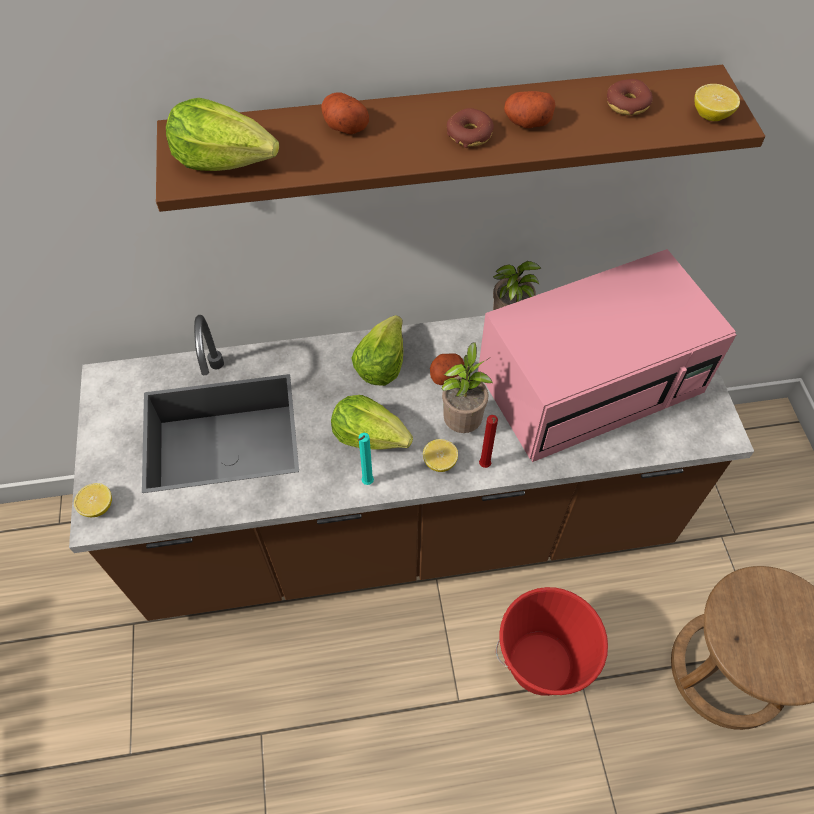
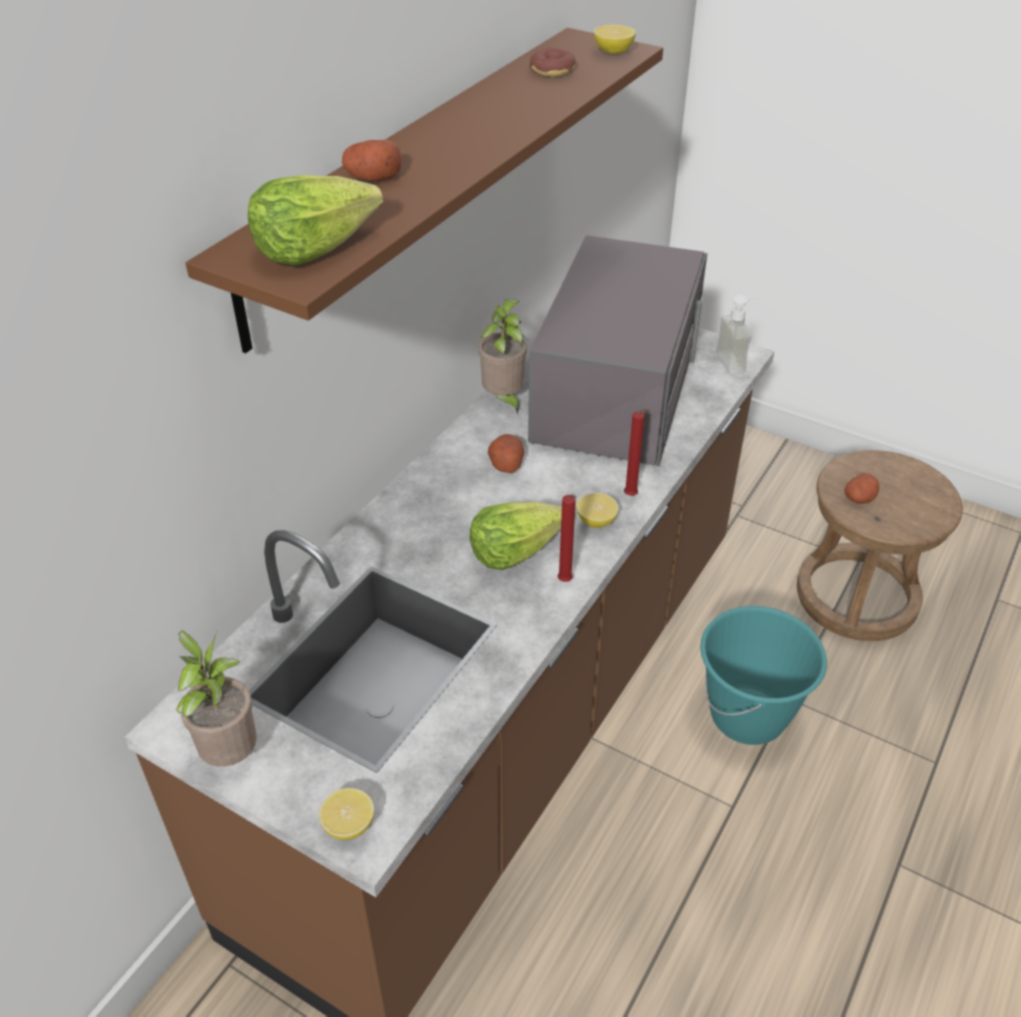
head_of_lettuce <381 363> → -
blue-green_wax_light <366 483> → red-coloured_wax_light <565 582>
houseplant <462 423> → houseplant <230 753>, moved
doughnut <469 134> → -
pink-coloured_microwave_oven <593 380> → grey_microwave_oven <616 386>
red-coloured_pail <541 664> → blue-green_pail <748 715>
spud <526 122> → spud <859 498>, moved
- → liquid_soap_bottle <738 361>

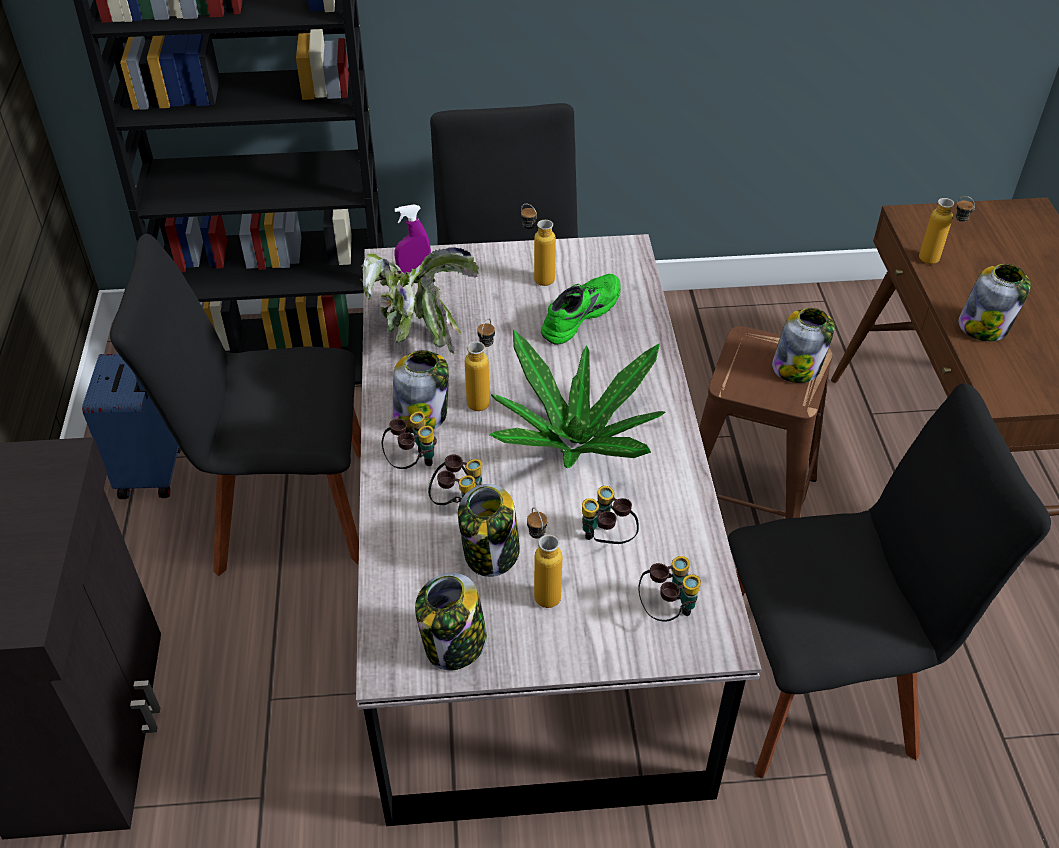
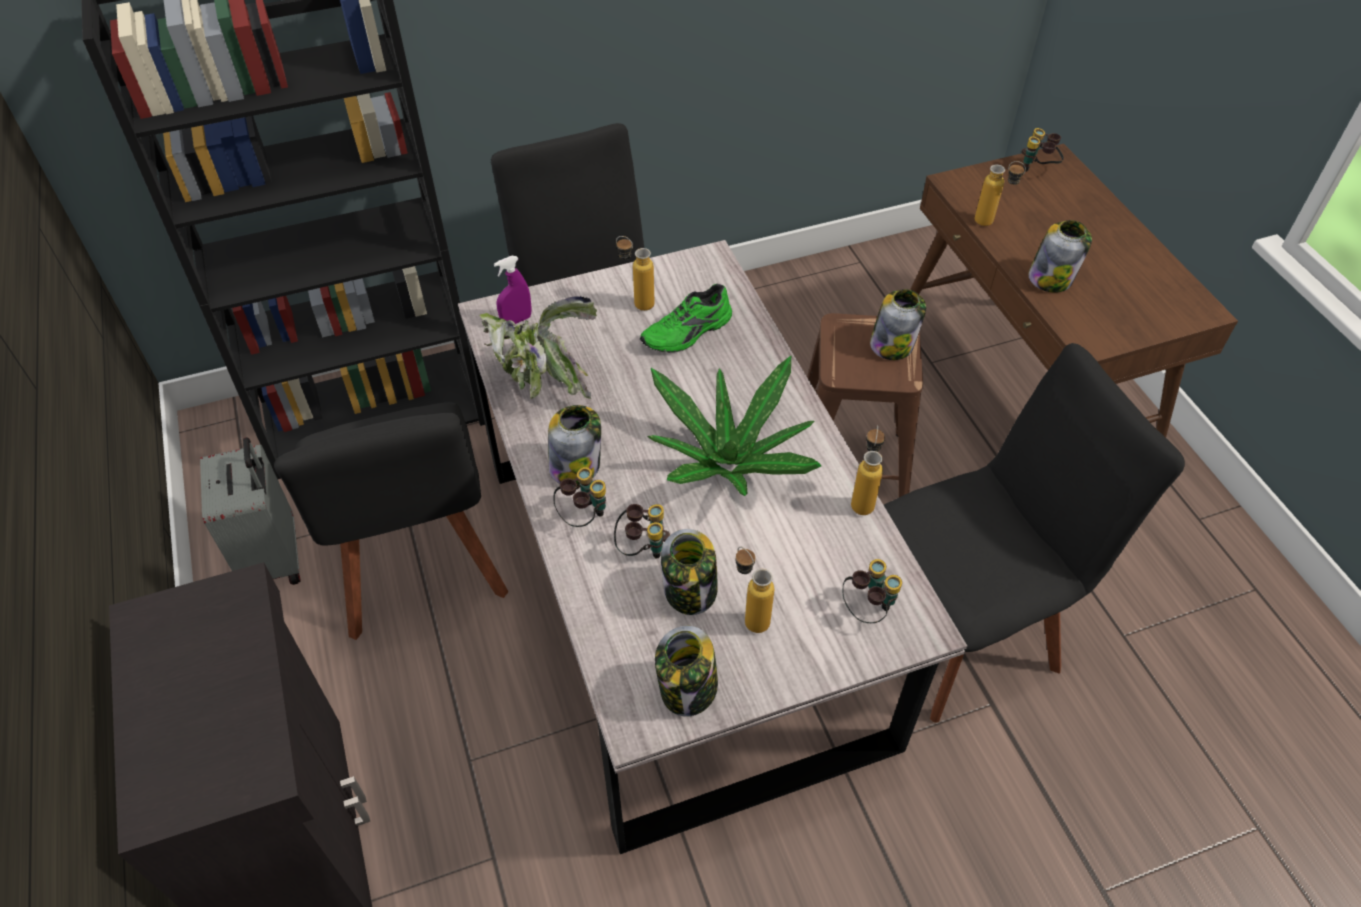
bluish_suitcase <154 471> → grey_suitcase <275 558>
blackish_plain_chair <283 509> → blackish_plain_chair <419 569>, 90 degrees counterclockwise
beverage_bottle <483 398> → beverage_bottle <863 499>, moved
green-coloured_low_shoe <578 314> → green-coloured_low_shoe <688 333>, 150 degrees counterclockwise
pair_of_binoculars <606 540> → pair_of_binoculars <1037 169>, moved

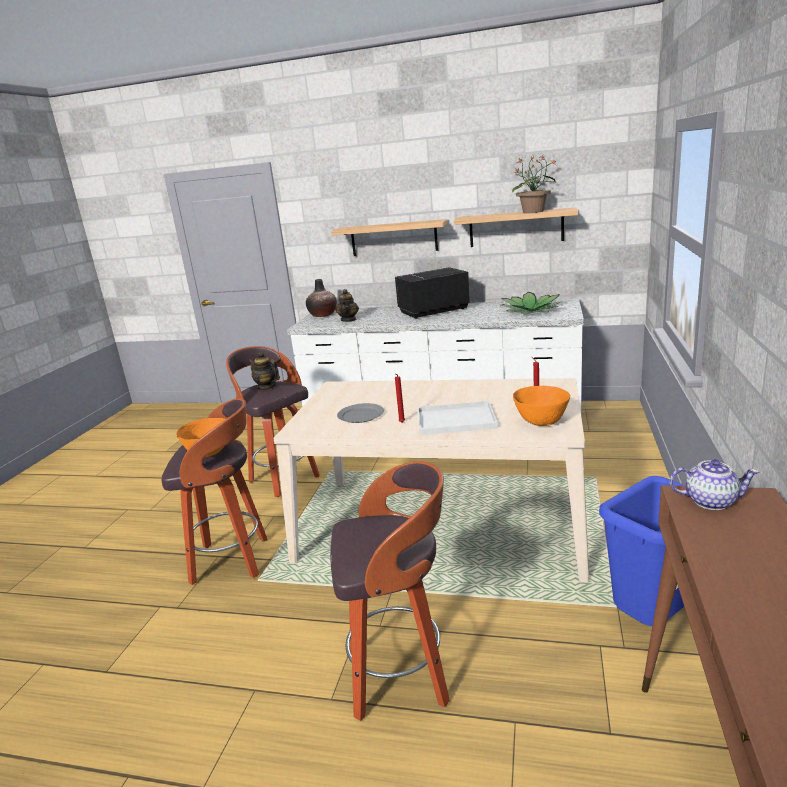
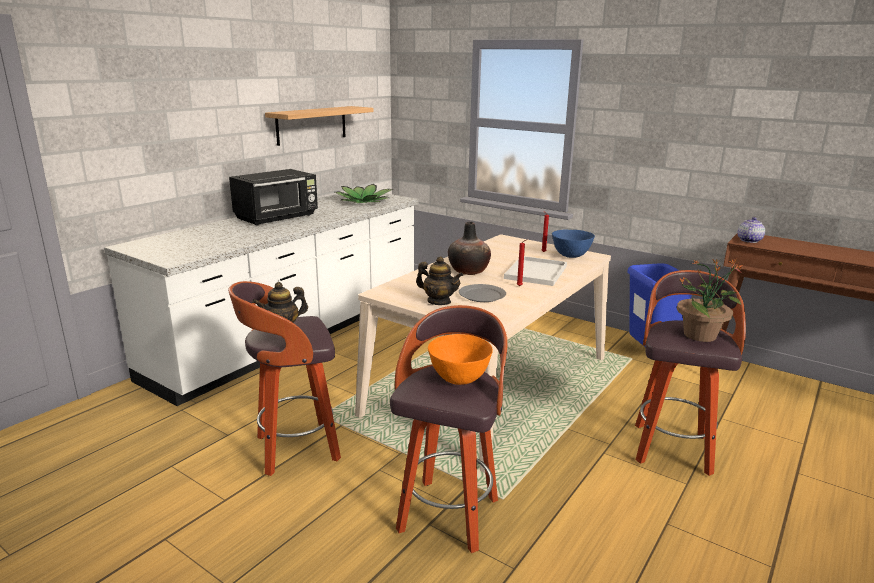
vase <323 315> → vase <468 271>, moved
wall_shelf <393 238> → -
pot_for_tea <348 320> → pot_for_tea <439 301>, moved
blackish_microwave_oven <432 311> → blackish_microwave_oven <277 217>, 135 degrees counterclockwise
houseplant <534 211> → houseplant <701 335>, moved
orange-coloured_serving_bowl <542 422> → bluish_serving_bowl <570 256>

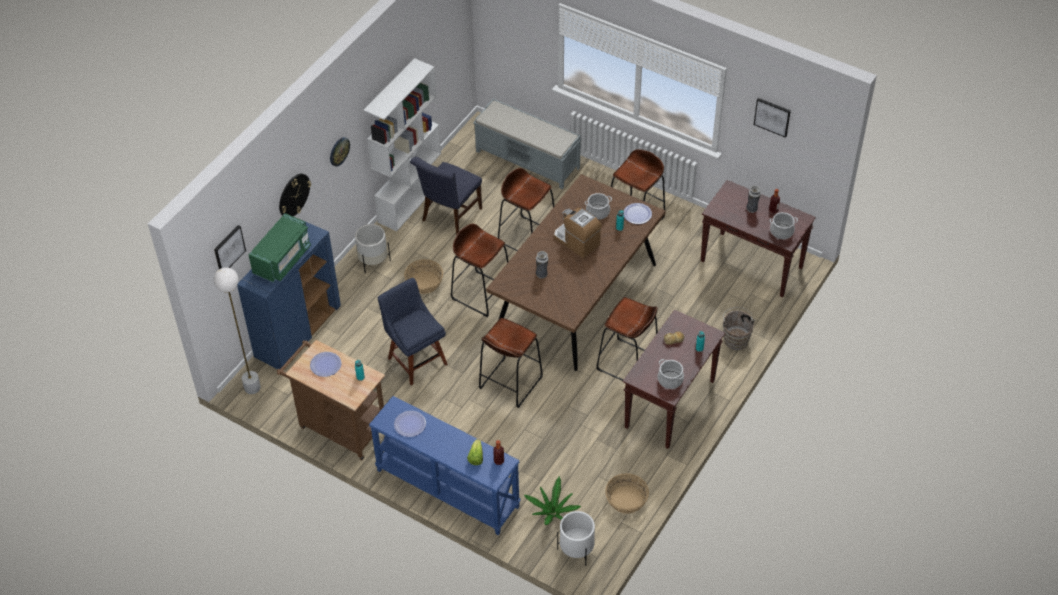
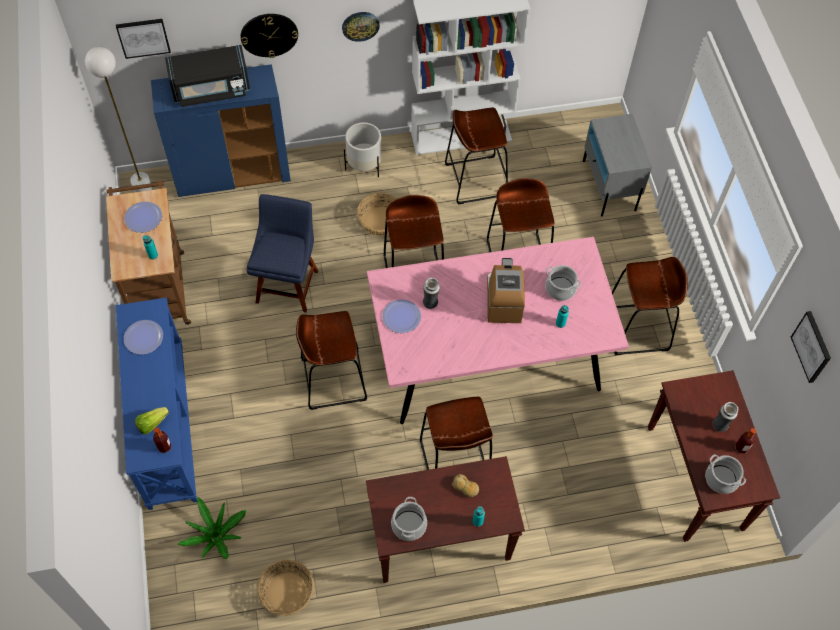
green-coloured_microwave_oven <282 259> → blackish_microwave_oven <211 89>
bluish_plain_chair <449 216> → brown_stool_seat <475 179>
grey_indoor_bench <528 160> → grey_bedside_table <609 185>
brown_kitchen_table <576 298> → pink-coloured_kitchen_table <487 355>
white-coloured_plant_pot <577 550> → -
plate <637 214> → plate <401 317>, moved
brown_pail <736 338> → -

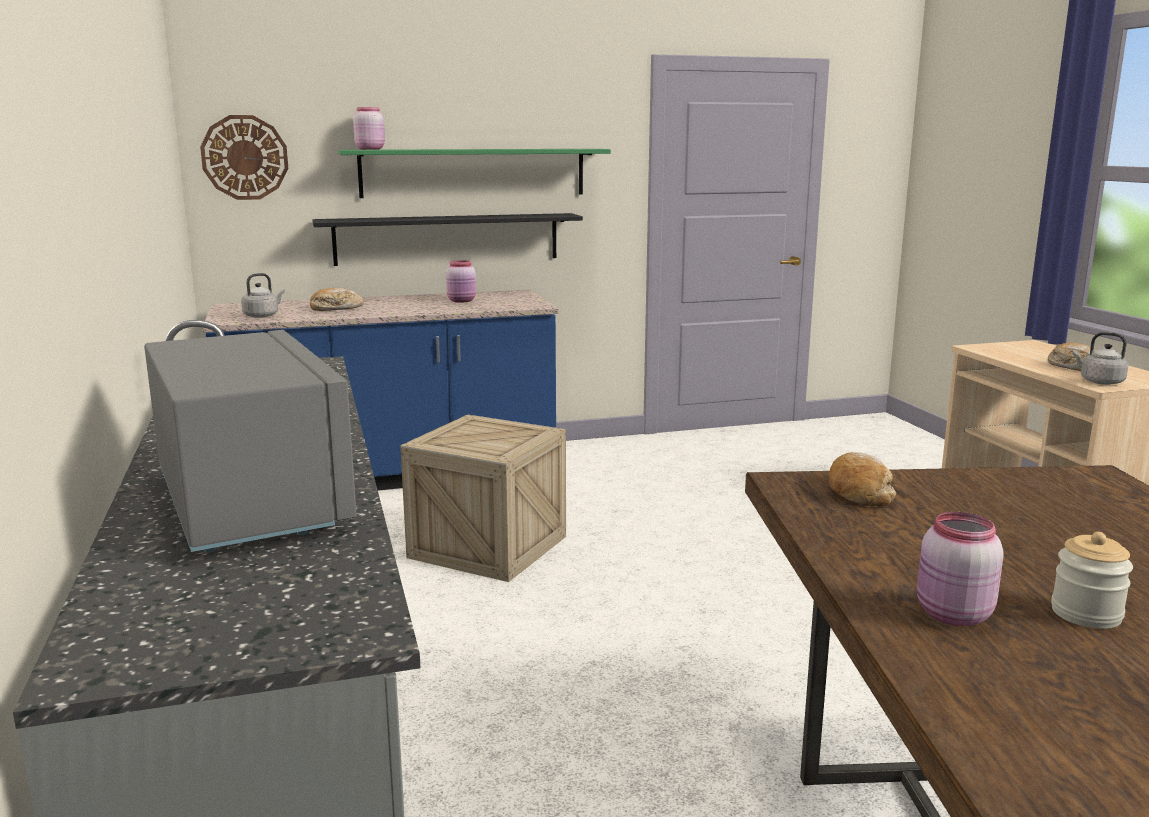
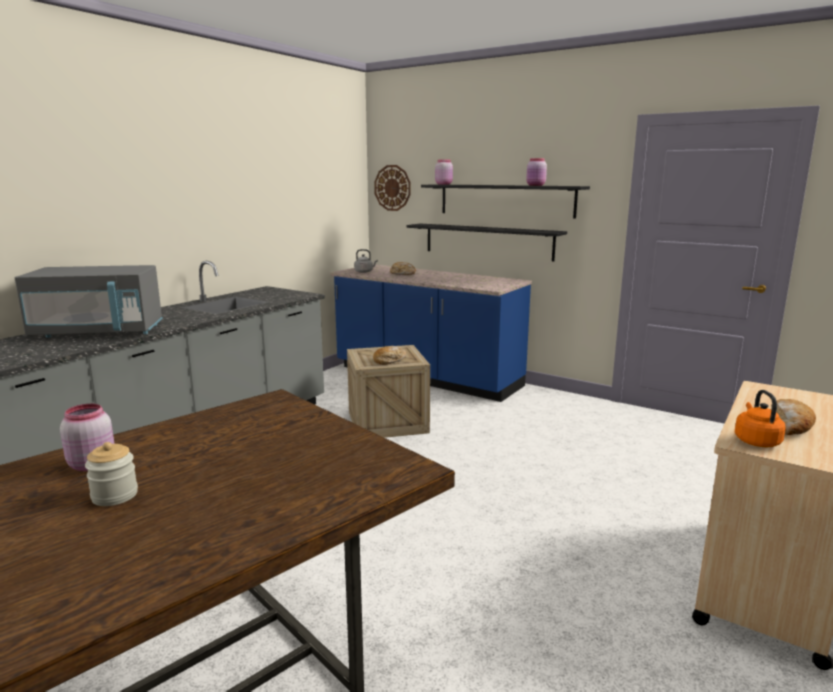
grey_microwave_oven <252 502> → grey_microwave_oven <99 332>, 60 degrees clockwise
green-coloured_wall_shelf <473 172> → blackish_wall_shelf <505 200>
pink-coloured_preserve_jar <462 301> → pink-coloured_preserve_jar <536 185>, moved
baked_bread <858 492> → baked_bread <389 360>, moved
grey_kettle <1099 381> → orange-coloured_kettle <756 441>

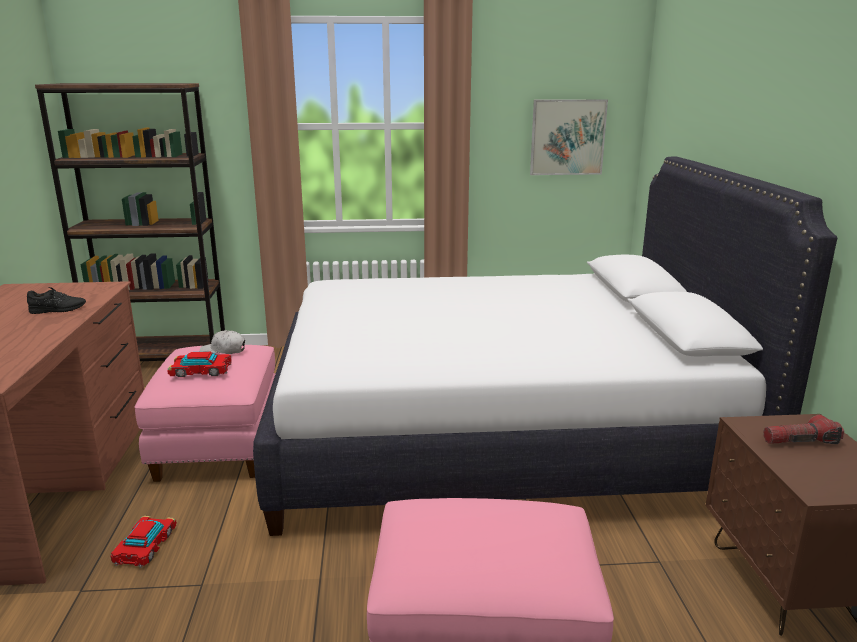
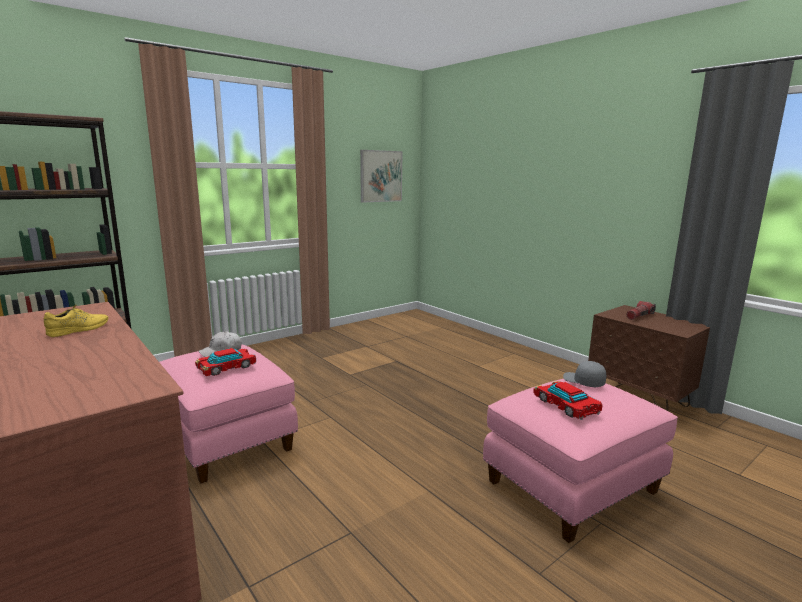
blackish_low_shoe <58 309> → yellowish_low_shoe <79 329>
model_car <145 546> → model_car <565 405>, moved
white-coloured_bed <496 435> → -
- → grey_baseball_cap <583 382>

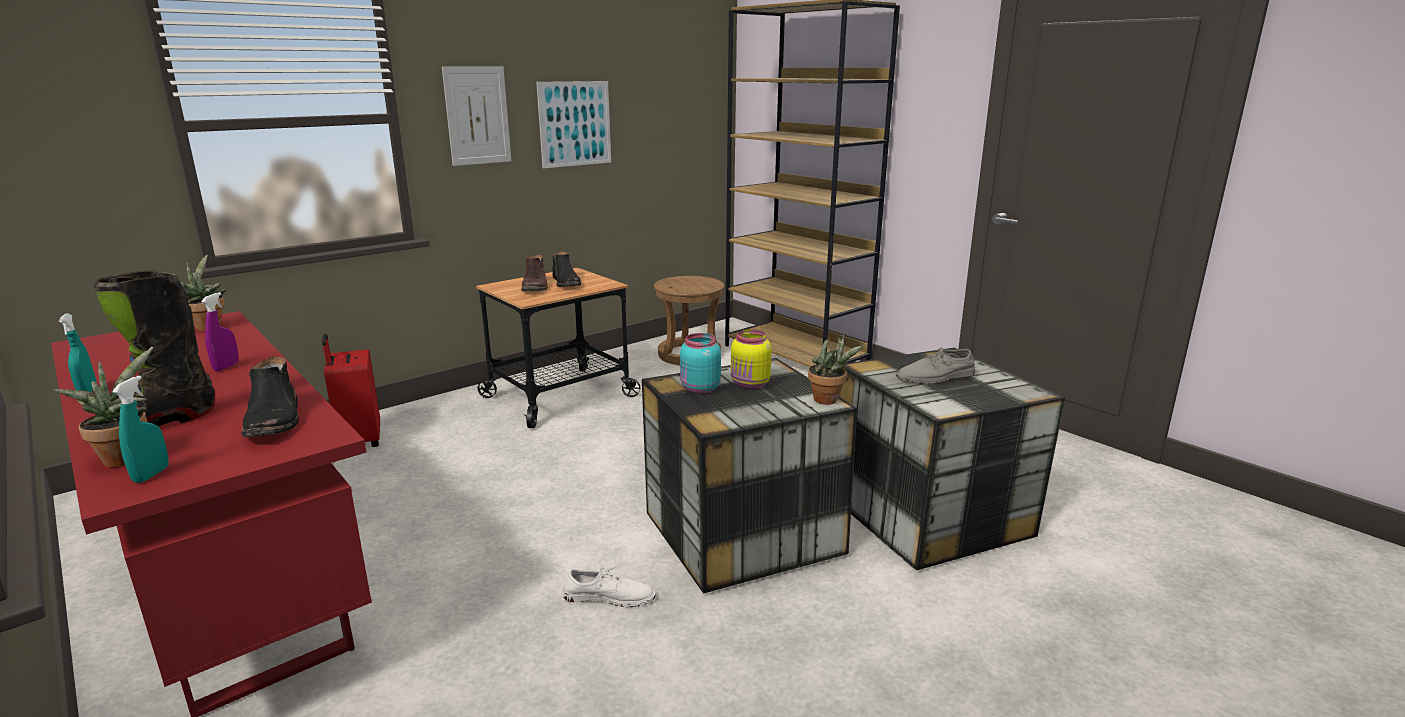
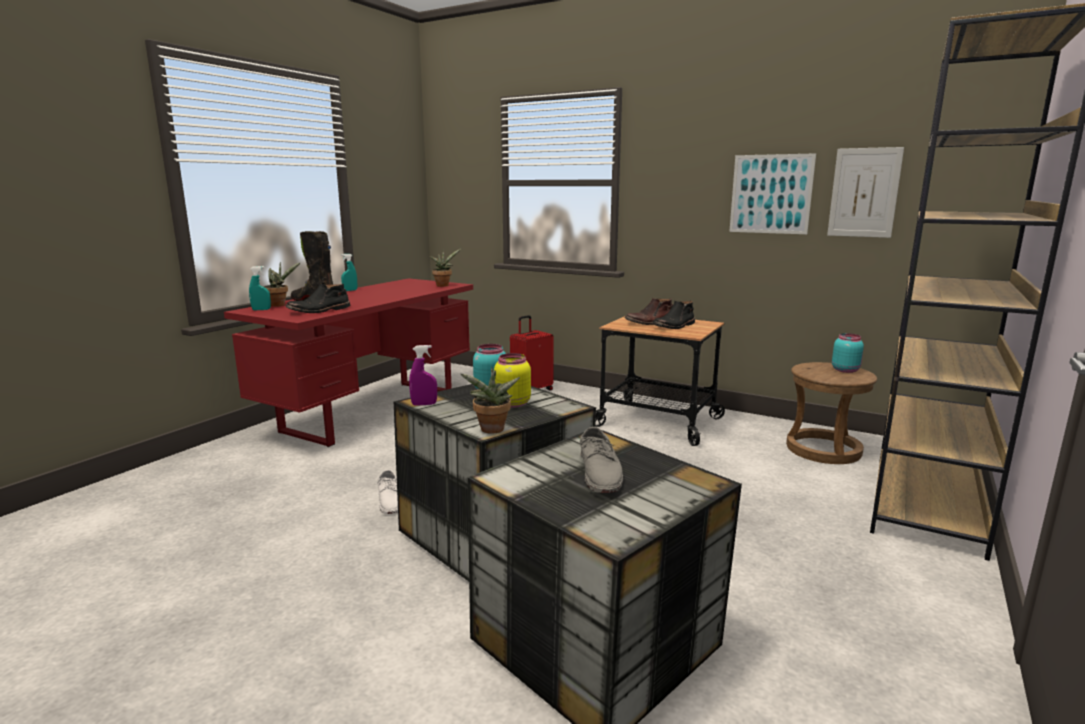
purple-coloured_sprayer <226 366> → purple-coloured_sprayer <424 404>, moved
wall_art <477 115> → wall_art <864 193>, moved
grey_low_shoe <936 377> → grey_low_shoe <600 472>, 150 degrees counterclockwise
- → blue-green_preserve_jar <845 370>

